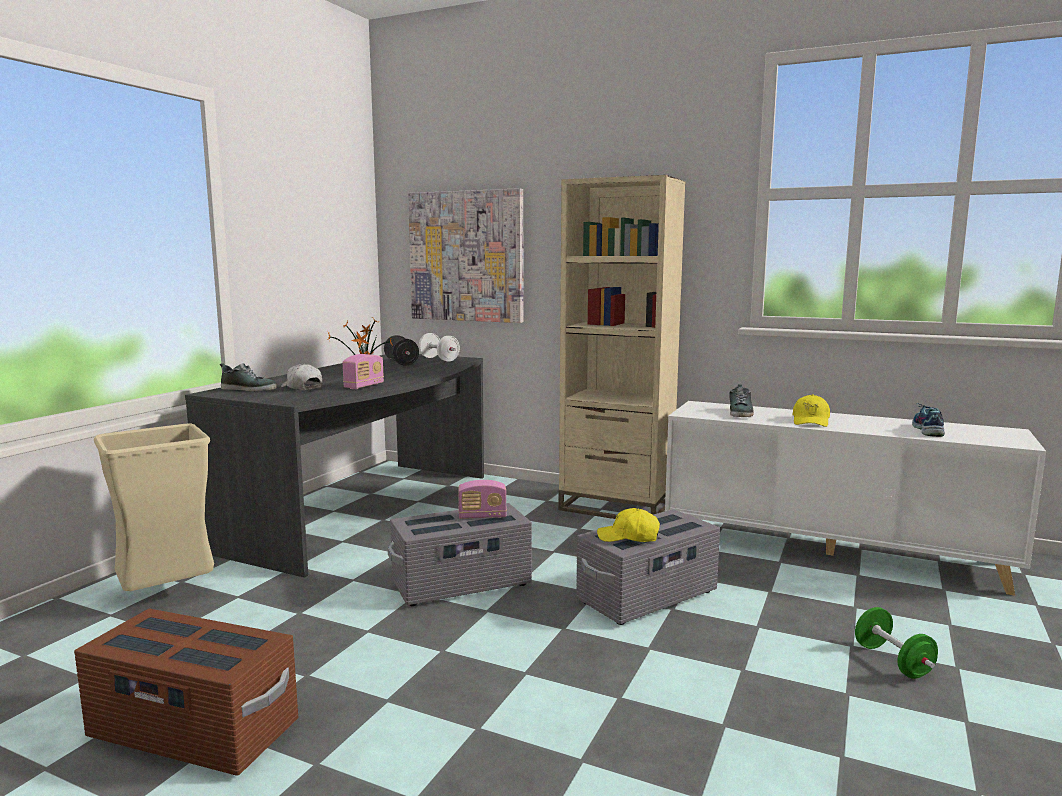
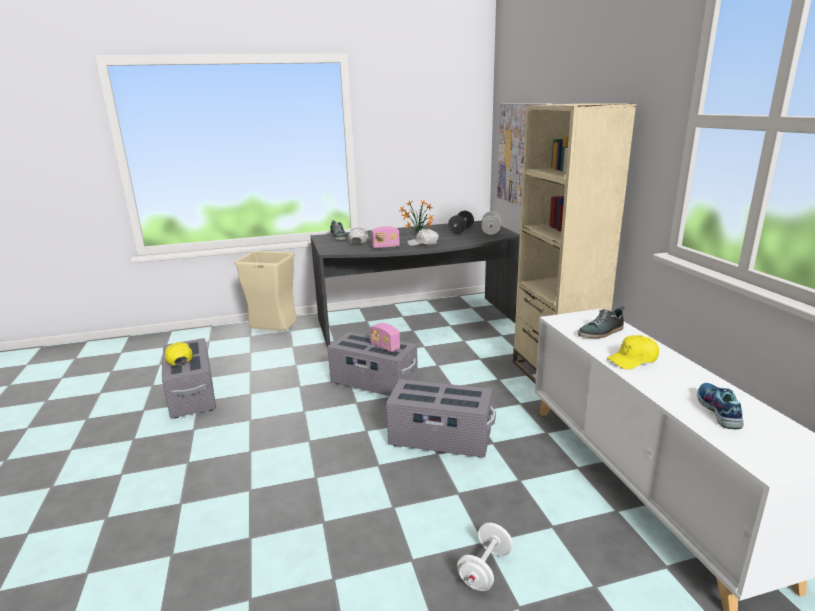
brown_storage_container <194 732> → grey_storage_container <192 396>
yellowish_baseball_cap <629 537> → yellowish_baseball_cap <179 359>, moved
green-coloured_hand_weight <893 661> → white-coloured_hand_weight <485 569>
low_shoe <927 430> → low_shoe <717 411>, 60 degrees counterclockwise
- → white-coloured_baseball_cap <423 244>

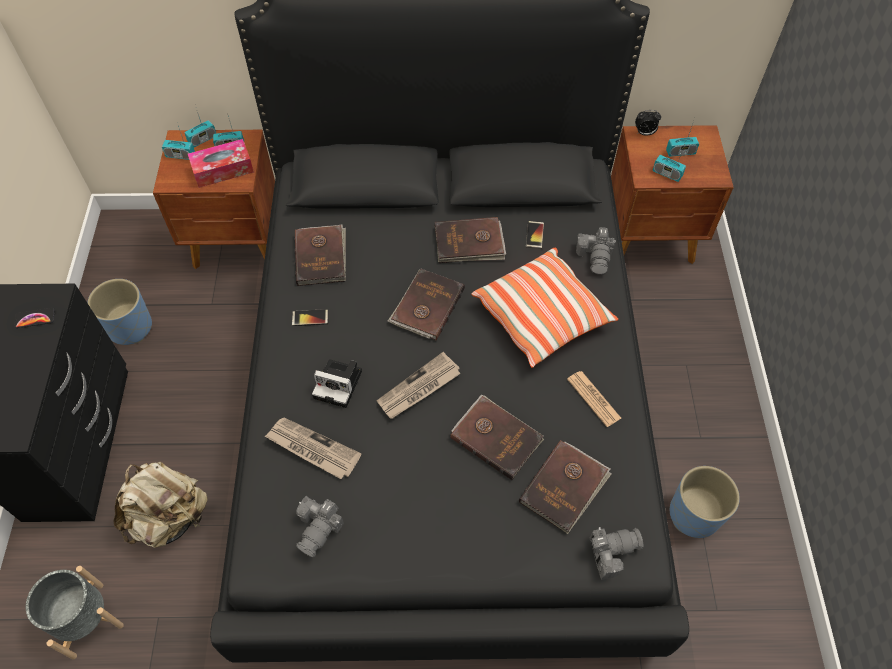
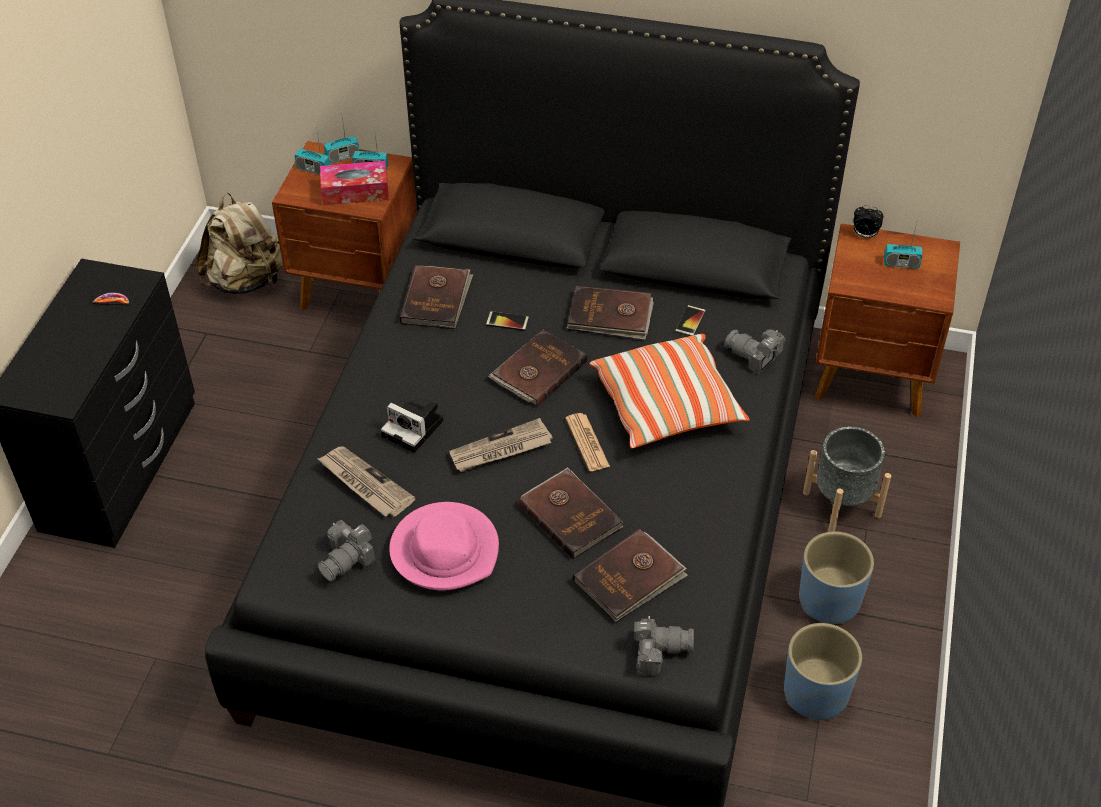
grey_plant_pot <87 620> → grey_plant_pot <841 504>, moved
bluish_plant_pot <130 327> → bluish_plant_pot <829 599>, moved
sand-coloured_backpack <170 518> → sand-coloured_backpack <247 281>, moved
handset <310 318> → handset <507 321>, moved
printed_paper <593 399> → printed_paper <587 442>, moved
still_camera <595 256> → still_camera <754 356>, 105 degrees clockwise
radio <667 174> → -
- → pink-coloured_clothing_hat <445 550>

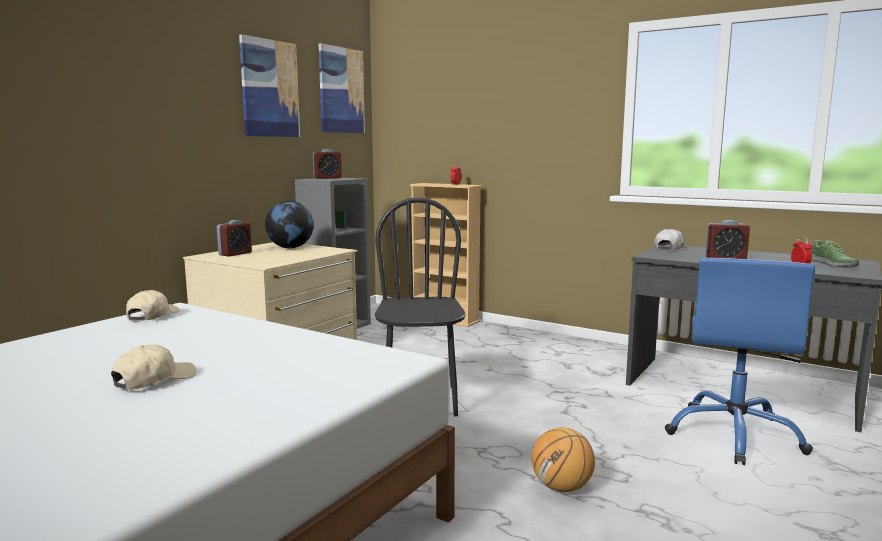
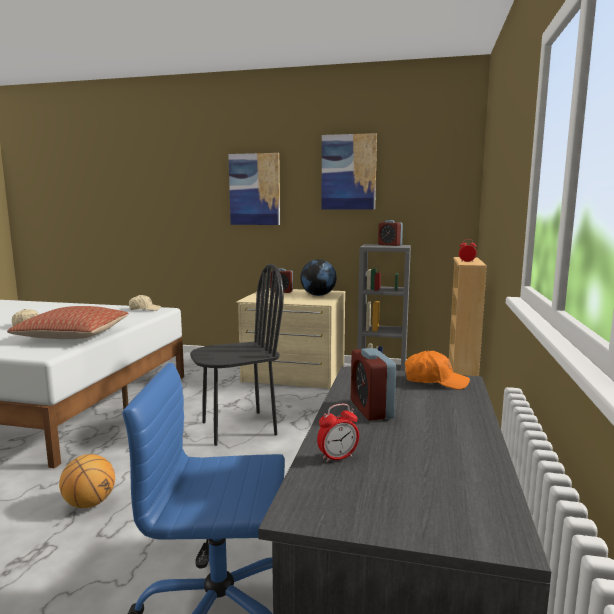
wall_art <341 90> → wall_art <254 189>, moved
white-coloured_baseball_cap <669 248> → orange-coloured_baseball_cap <435 381>
low_shoe <832 265> → -
- → pillow <73 336>

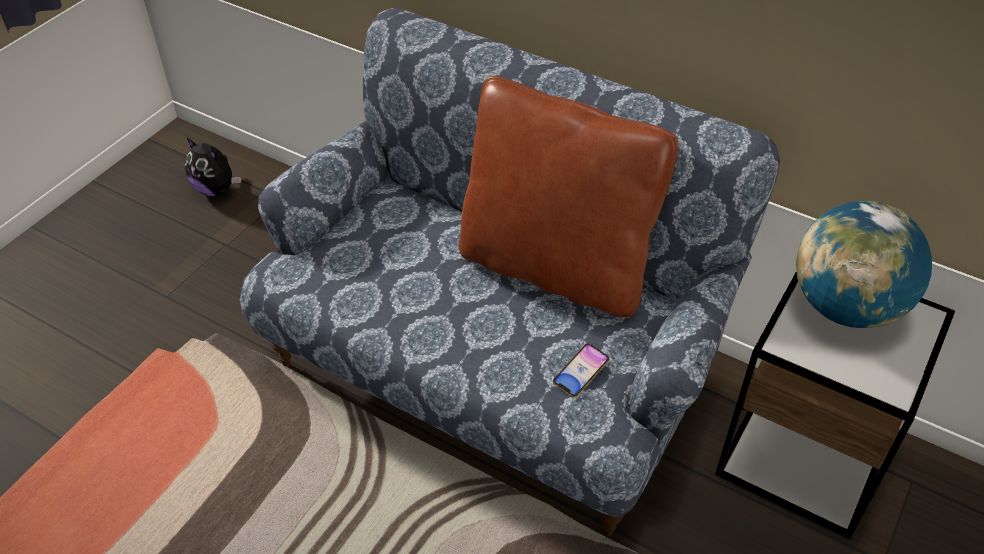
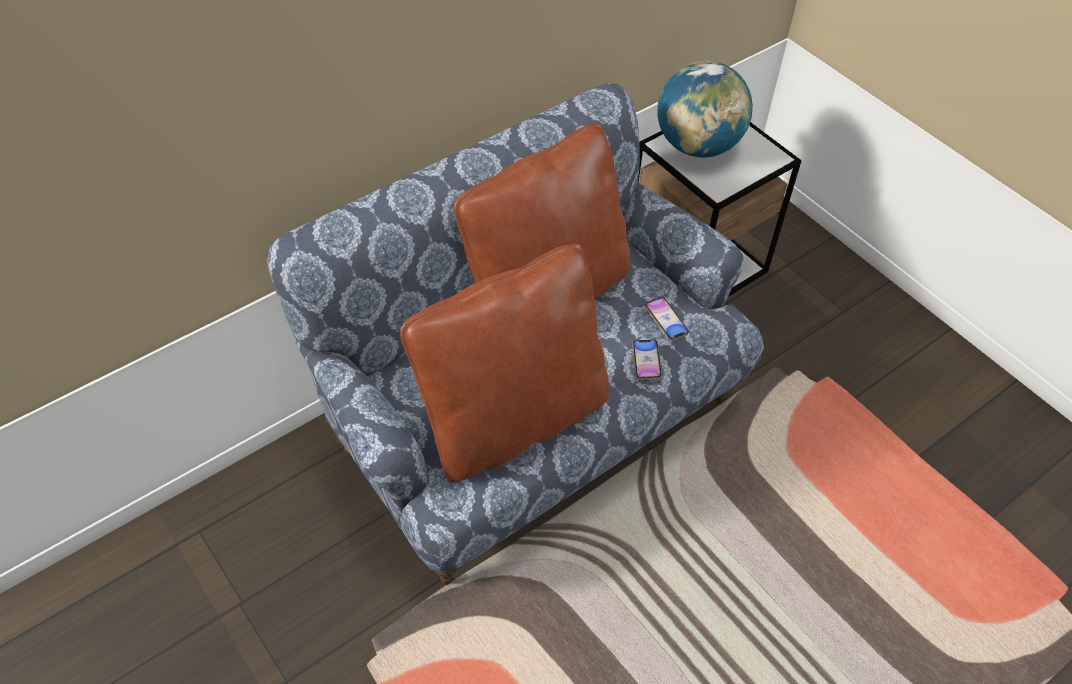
cuddly_toy <216 189> → -
- → brown_pillow <512 419>
- → handset <646 361>

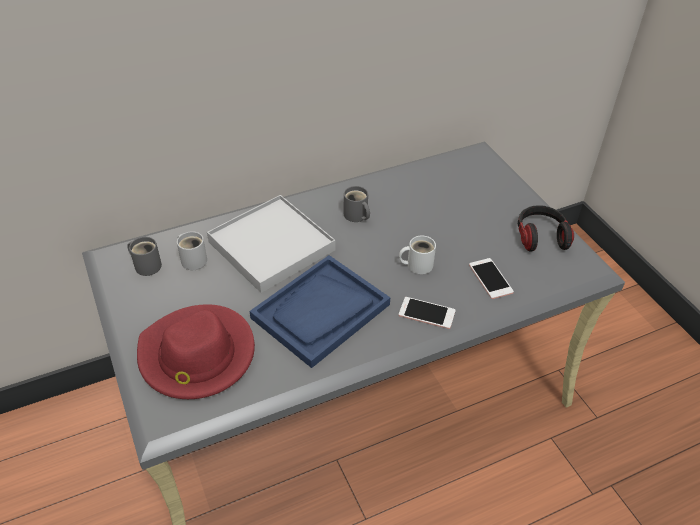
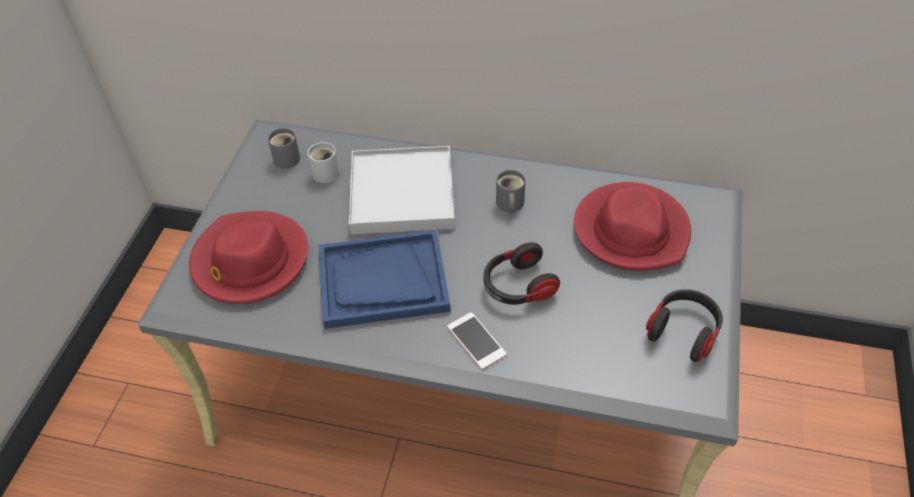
white-coloured_coffee_mug <417 264> → headset <517 286>
handset <490 278> → -
- → red-coloured_clothing_hat <631 230>

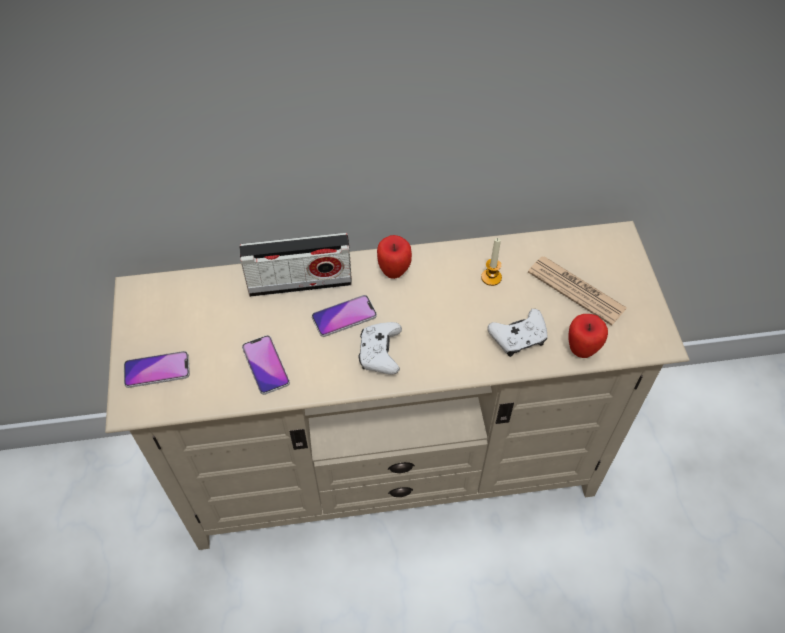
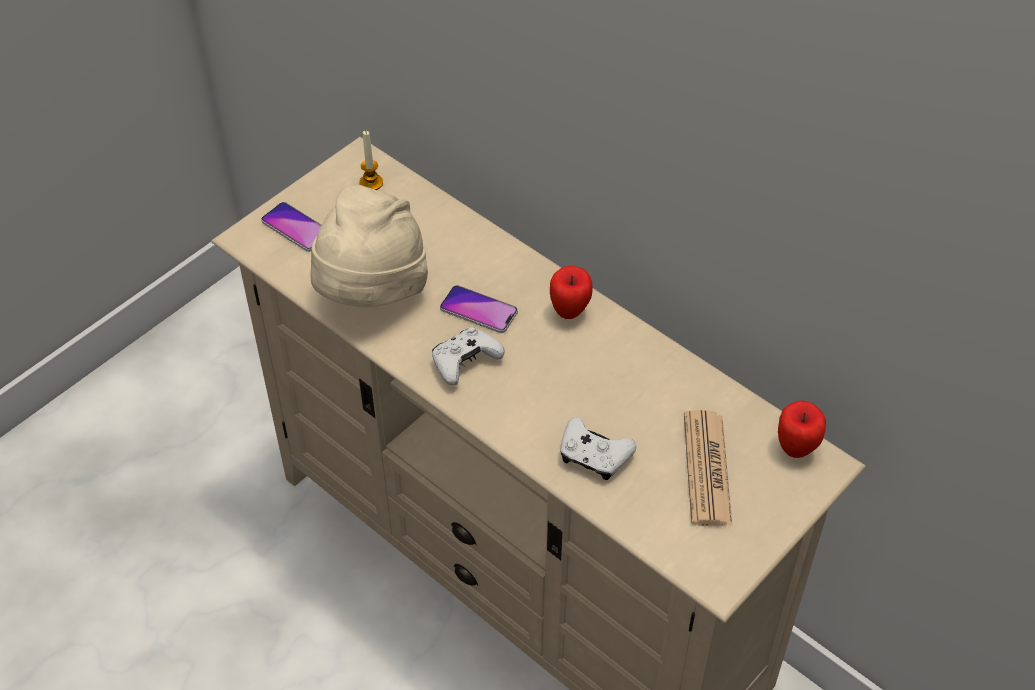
radio <300 283> → -
handset <265 365> → sand-coloured_clothing_hat <371 292>
wax_light <491 277> → wax_light <371 183>, moved
whole_apple <582 349> → whole_apple <796 448>, moved

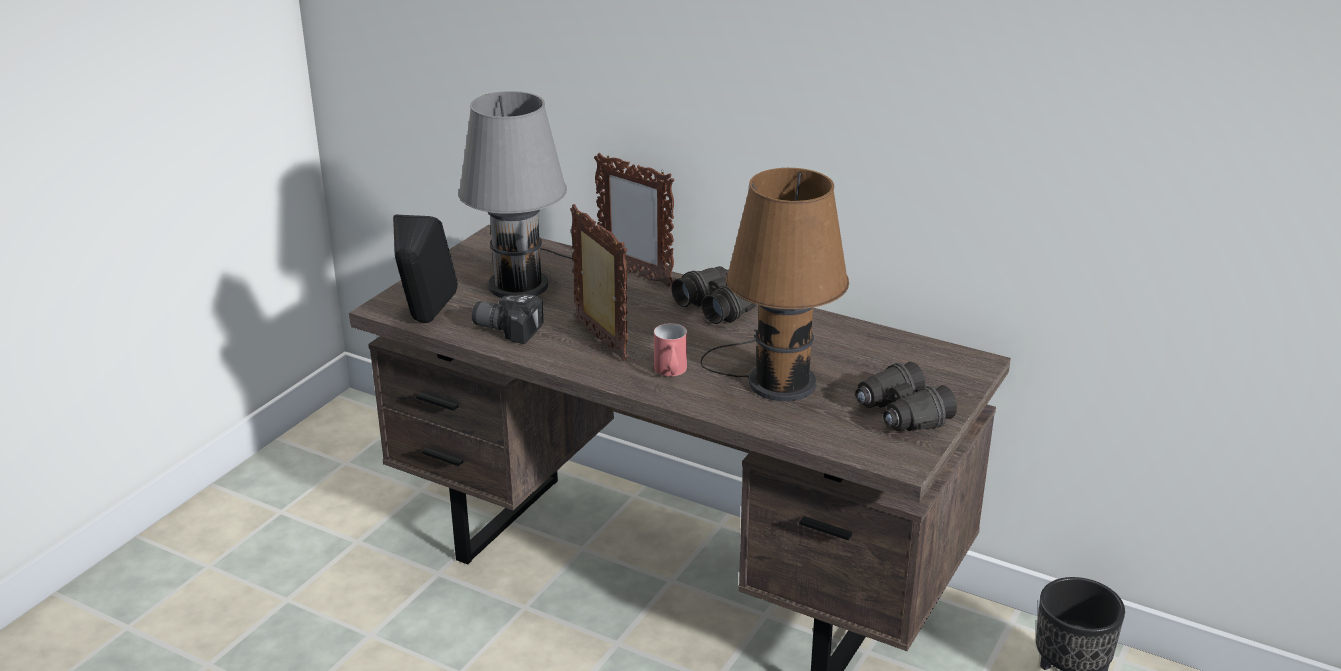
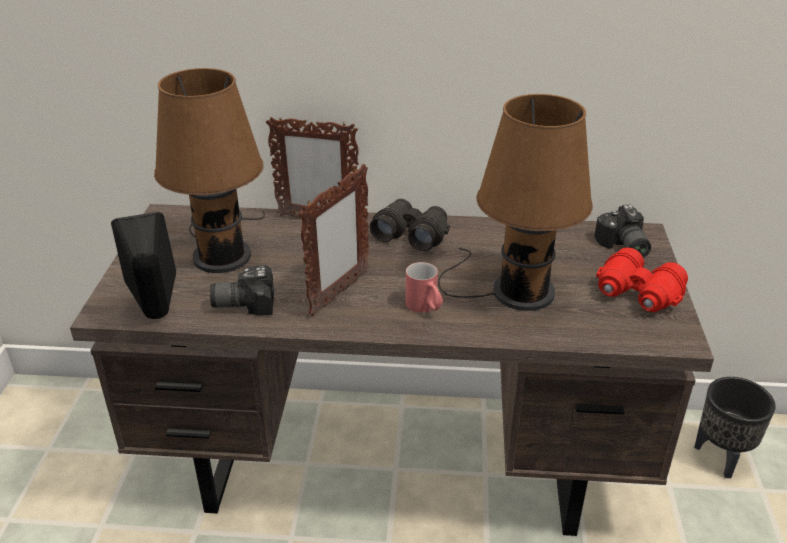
grey_table_lamp <521 282> → brown_table_lamp <222 253>
standing_frame <600 341> → standing_frame <339 293>, 90 degrees clockwise
blackish_pair_of_binoculars <901 414> → red-coloured_pair_of_binoculars <637 295>
- → still_camera <622 247>

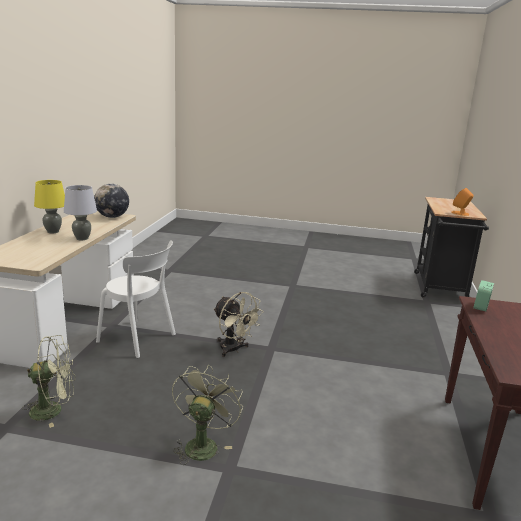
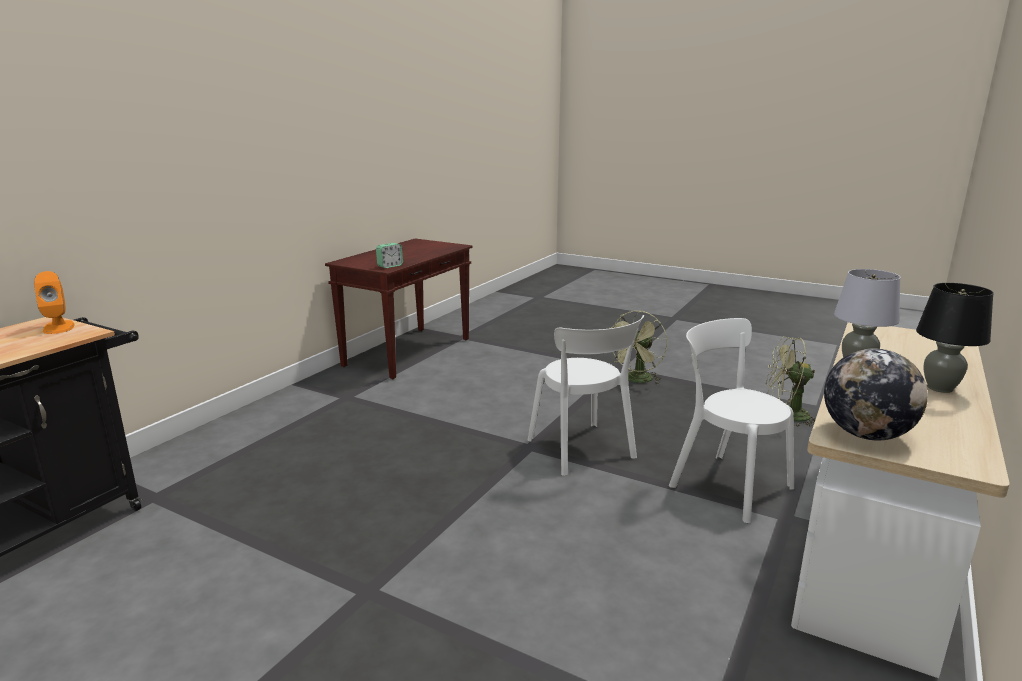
yellowish_table_lamp <53 231> → blackish_table_lamp <939 388>
sand-coloured_fan <233 350> → white-coloured_plain_chair <583 451>

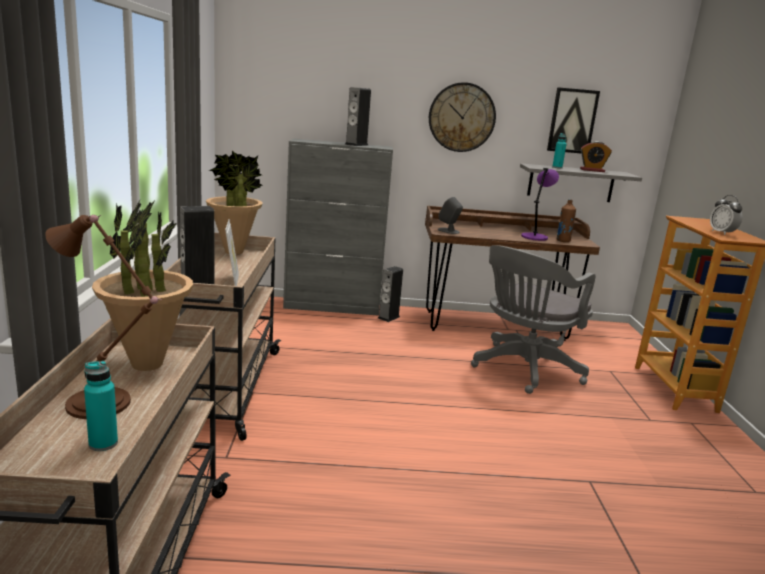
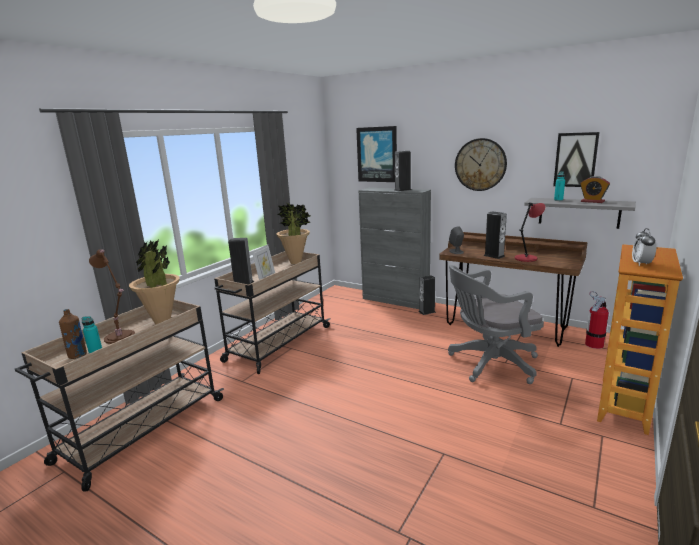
purple-coloured_table_lamp <534 237> → red-coloured_table_lamp <526 258>
brown_beverage_bottle <563 241> → brown_beverage_bottle <78 355>, moved
- → wall_art <377 154>
- → audio_speaker <494 256>
- → fire-fighting_cylinder <594 344>

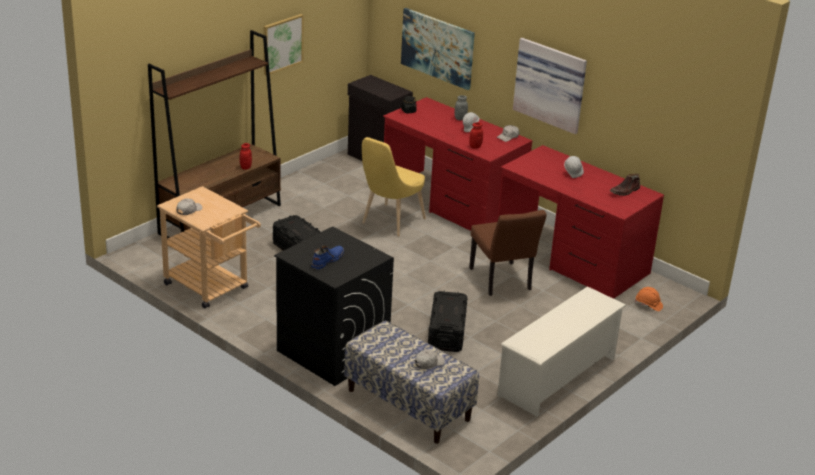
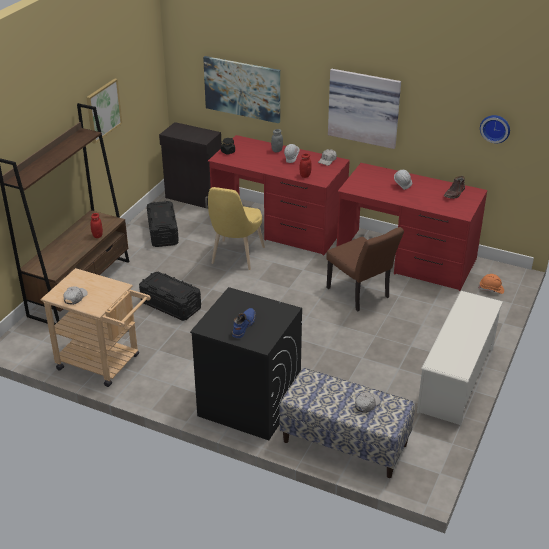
blackish_storage_container <447 332> → blackish_storage_container <163 232>, moved
- → hanging_clock <495 128>

